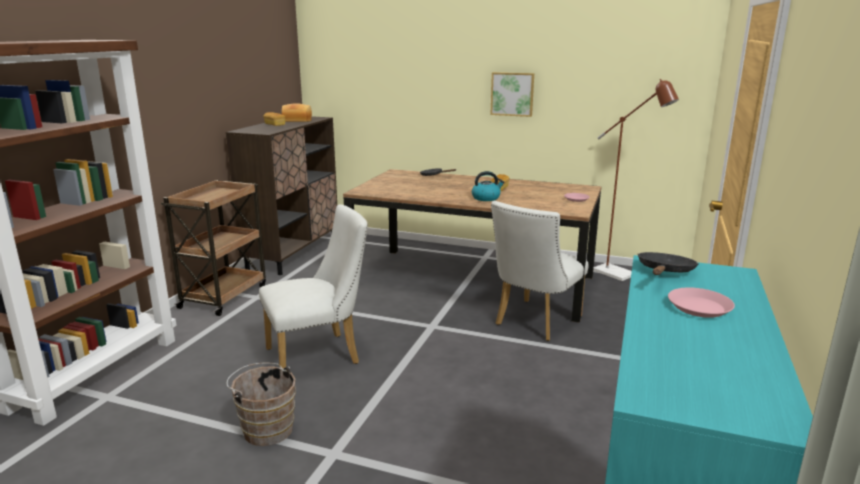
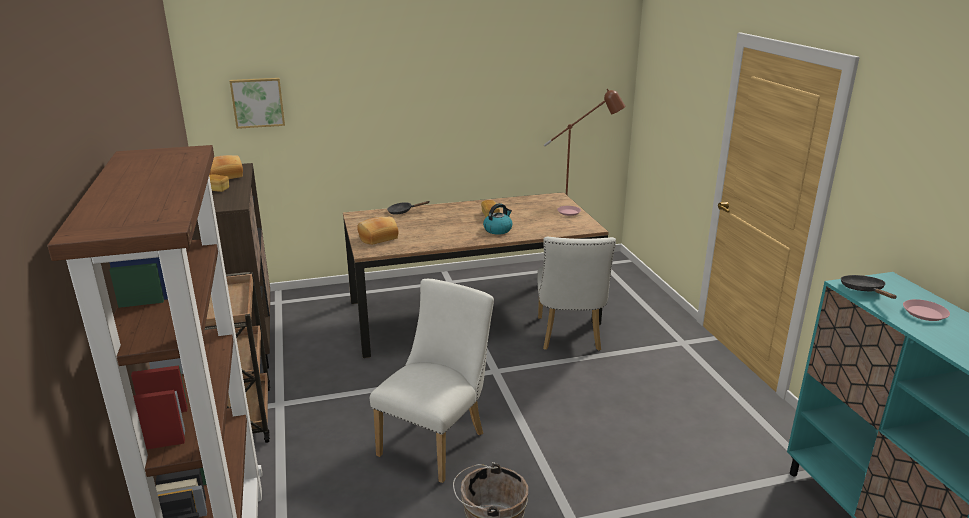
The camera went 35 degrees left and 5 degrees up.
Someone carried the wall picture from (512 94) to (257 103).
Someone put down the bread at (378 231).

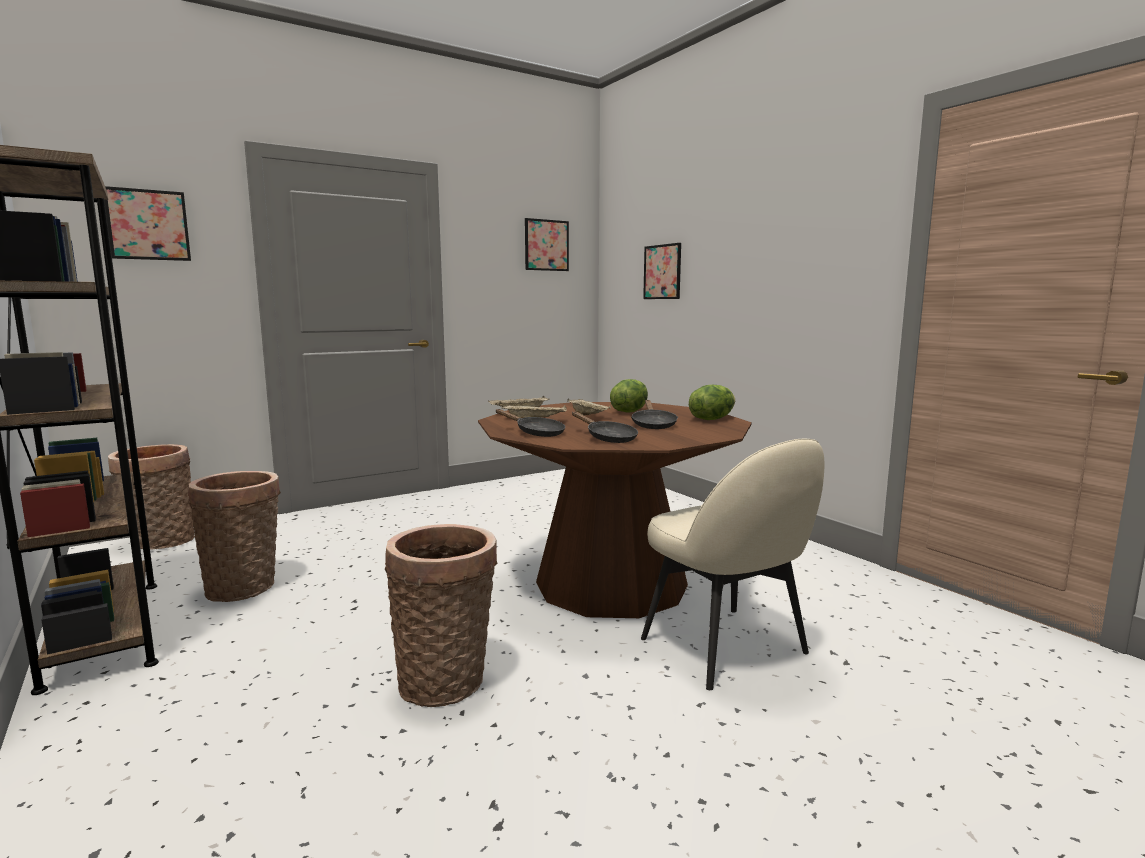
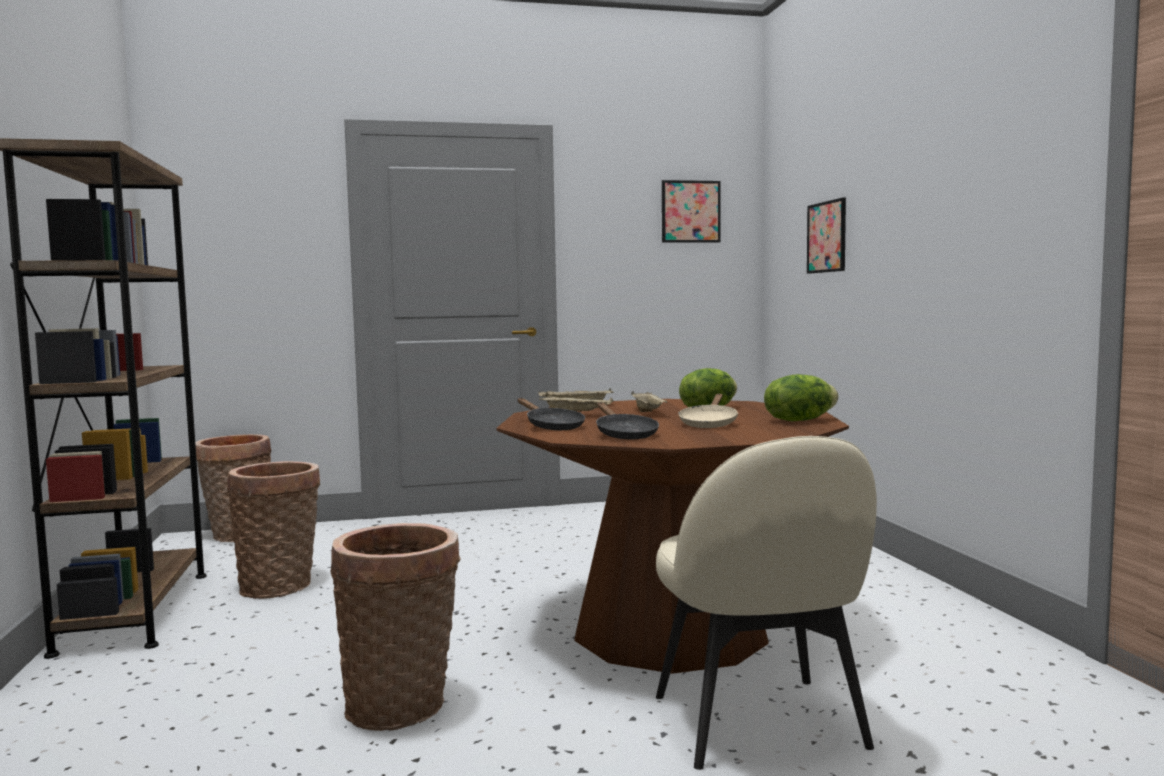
The camera went 20 degrees right and 5 degrees down.
Someone repainted the black-coloured pan at (654 414), which became the sand-coloured pan at (708 411).
Someone took away the wall picture at (147 223).

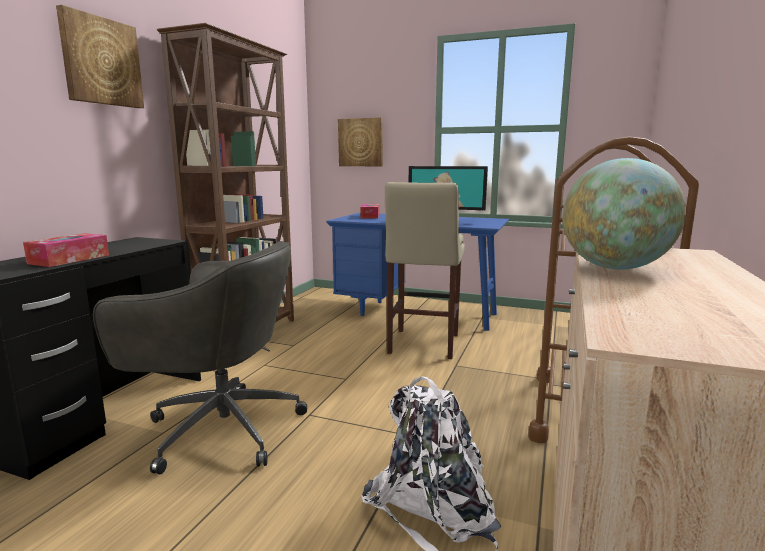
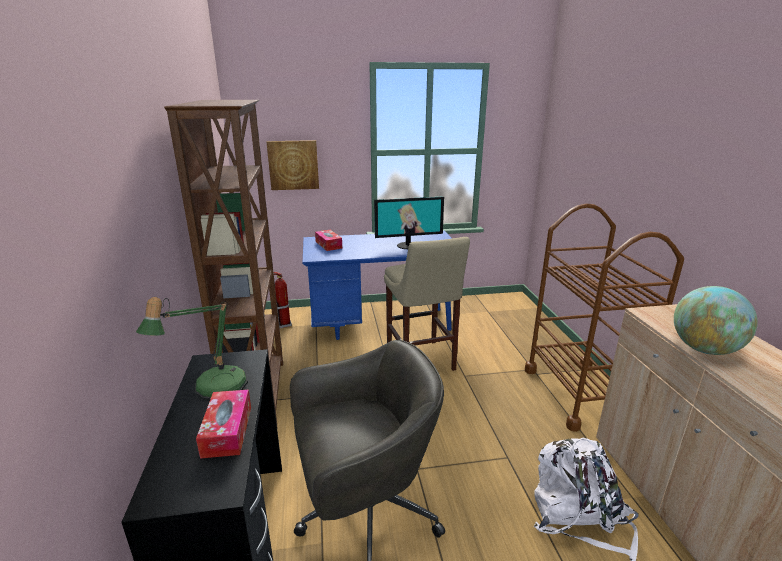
The camera went 30 degrees left and 10 degrees up.
Someone put down the table lamp at (192 348).
Someone put down the fire-fighting cylinder at (283 300).
Someone took away the wall picture at (100 56).

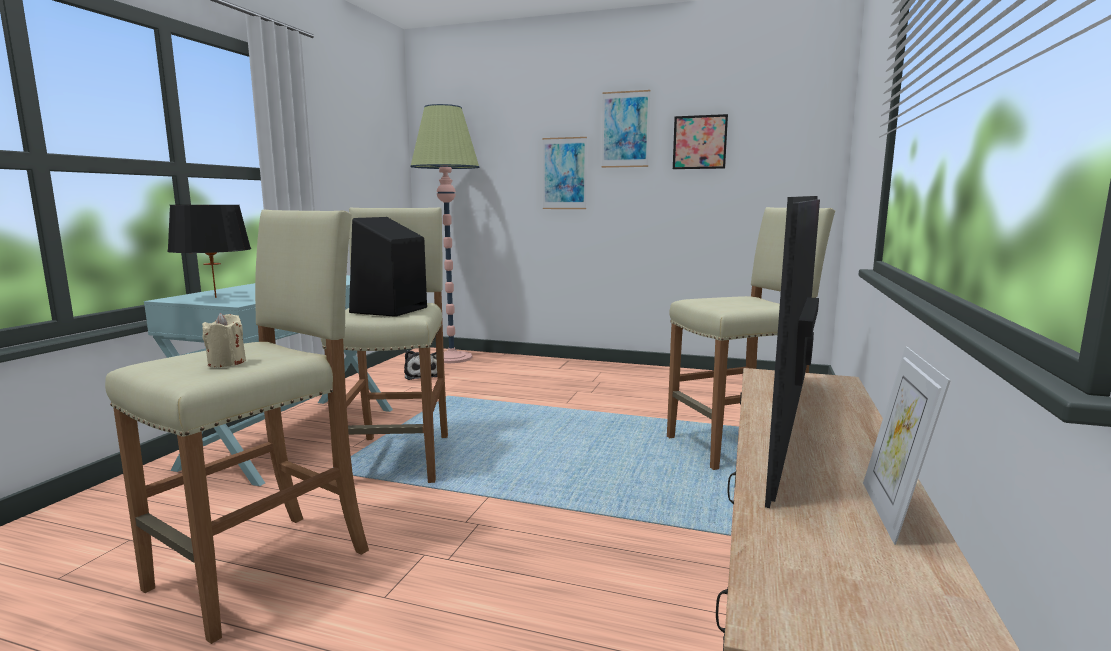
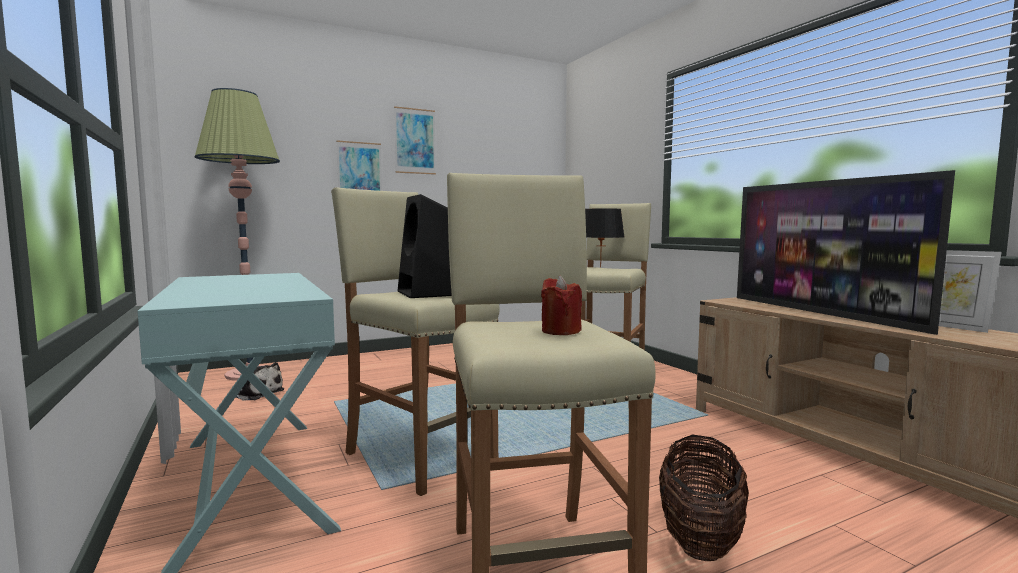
The camera went 45 degrees left and 5 degrees down.
Someone repainted the sand-coloured wax candle at (224 340), which became the reddish wax candle at (561 305).
Someone carried the black-coloured table lamp from (209 251) to (604 237).
Someone put down the household basket at (704 498).
Someone took away the wall picture at (700 141).

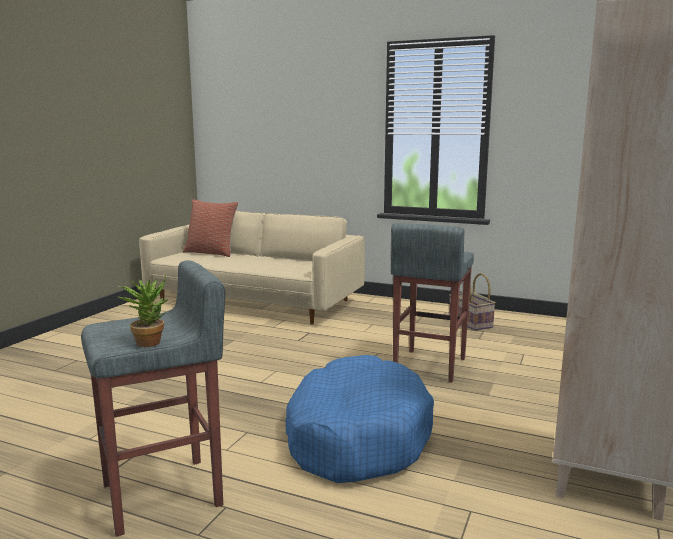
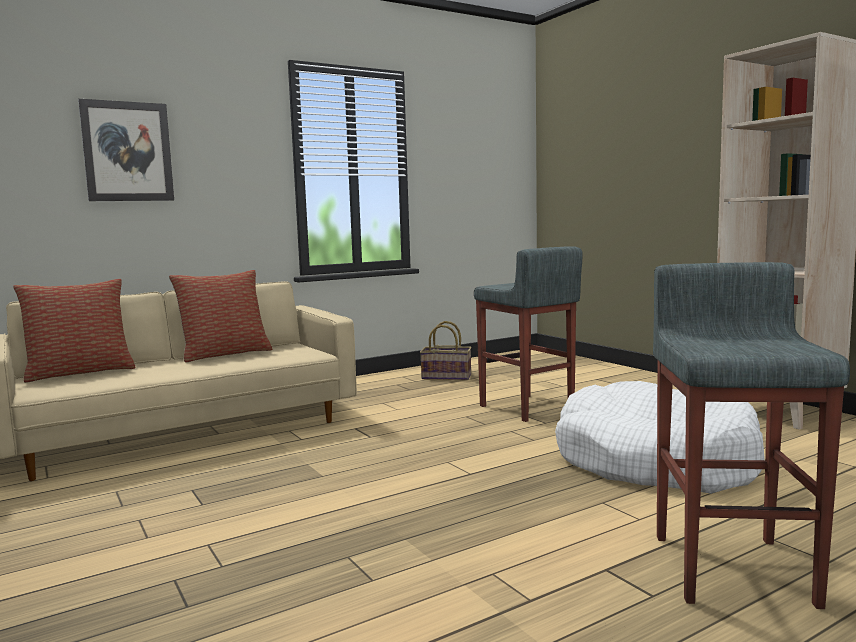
The camera went 55 degrees left and 5 degrees down.
Someone put up the wall picture at (126 150).
Someone put down the cushion at (220 316).
Someone repainted the bluish pet bed at (359 419), which became the white-coloured pet bed at (659 437).
Someone took away the potted plant at (143 311).

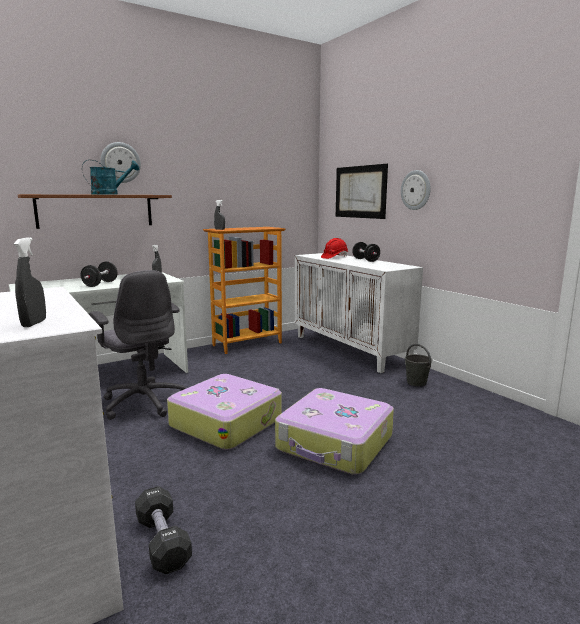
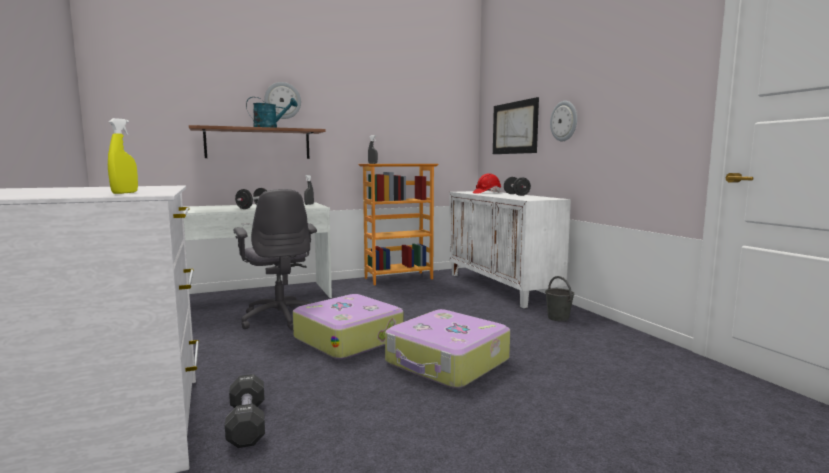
The camera went 10 degrees right and 5 degrees down.
Someone repainted the grey hand sprayer at (30 282), which became the yellowish hand sprayer at (123 156).

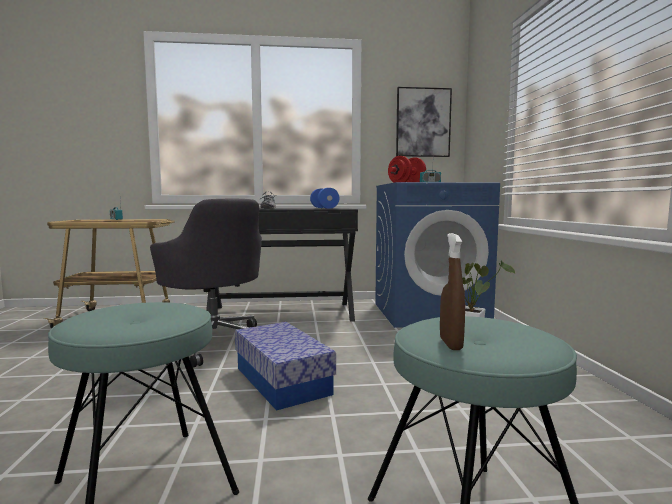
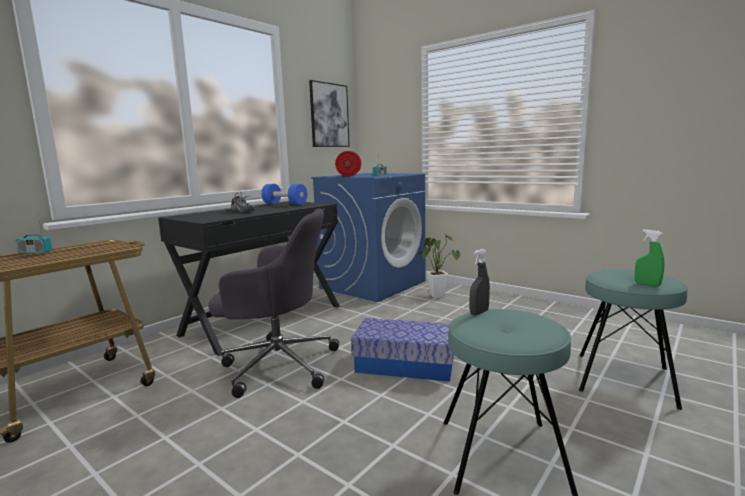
The camera went 45 degrees left and 5 degrees up.
Someone put down the grey hand sprayer at (479 282).
Someone repainted the brown-coloured hand sprayer at (452 291), which became the green hand sprayer at (650 258).

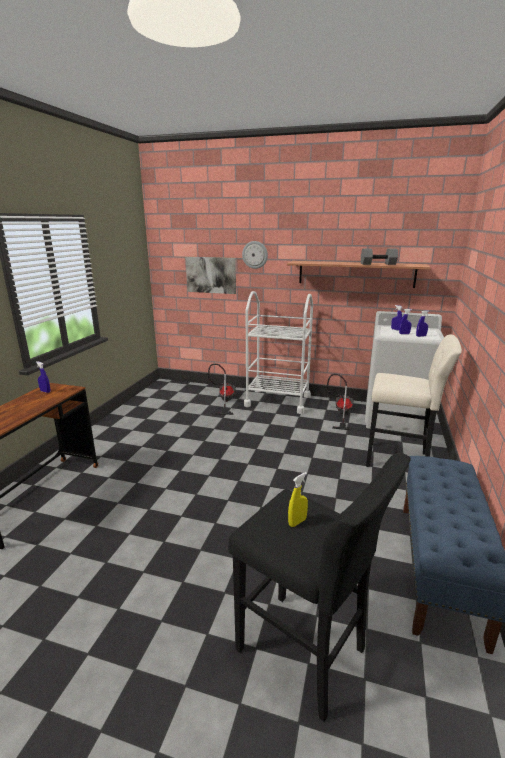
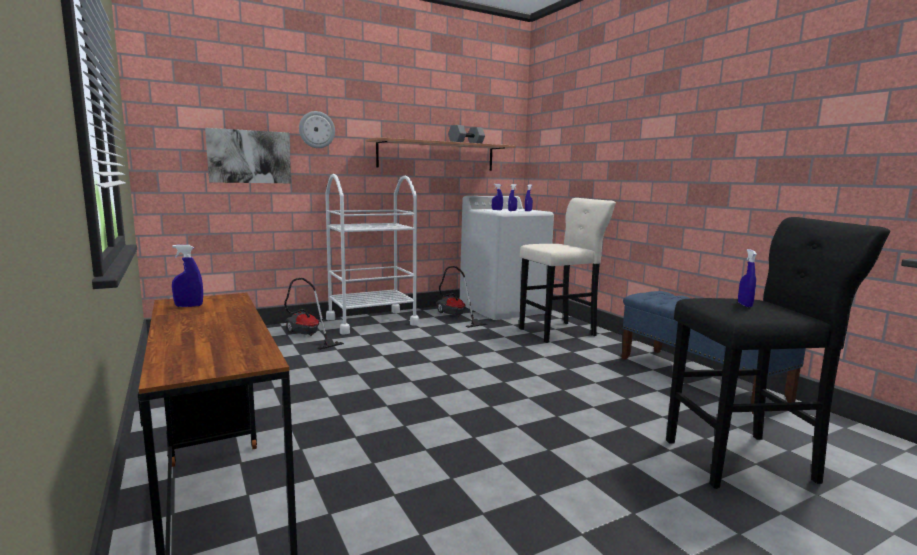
The camera went 45 degrees left and 10 degrees down.
Someone repainted the yellowish hand sprayer at (298 499), which became the bluish hand sprayer at (747 278).

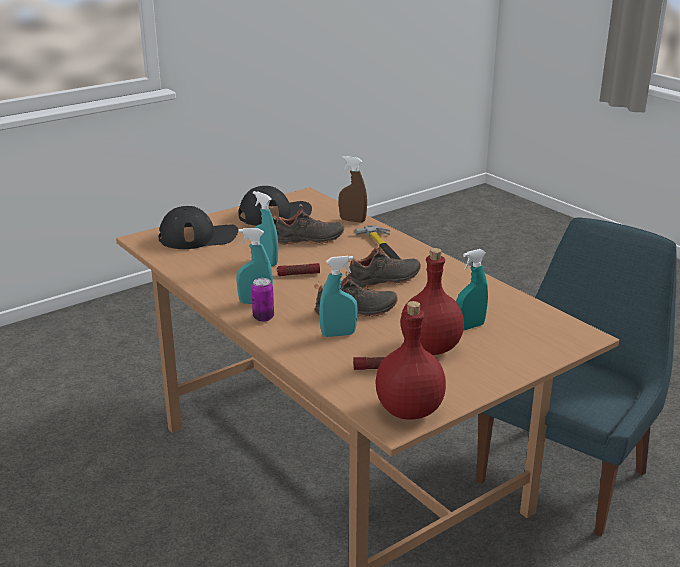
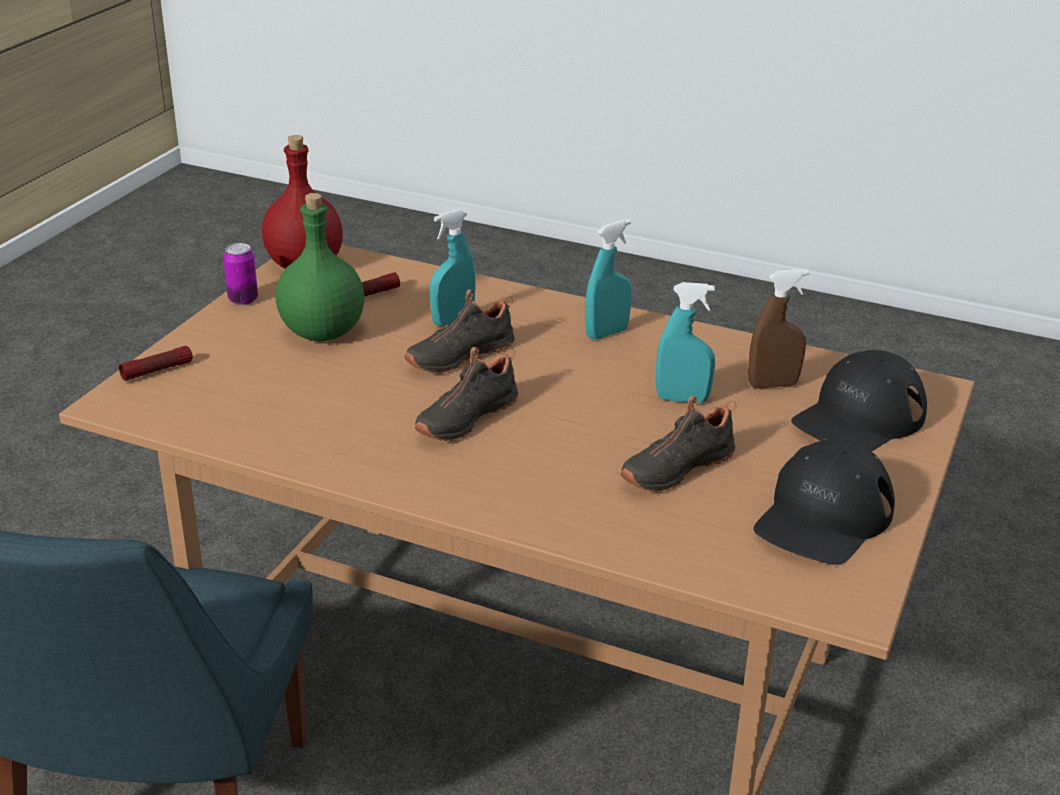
The camera went 150 degrees right and 5 degrees up.
Someone carried the hand torch from (298 269) to (156 363).
Someone carried the sealed can from (262 300) to (240 274).
Someone repainted the reddish beverage bottle at (432 301), which became the green beverage bottle at (320 267).
Someone carried the brown-coloured hand sprayer from (353 189) to (778 329).
Someone took away the tool hammer at (378 242).
Someone took away the blue-green hand sprayer at (472 290).

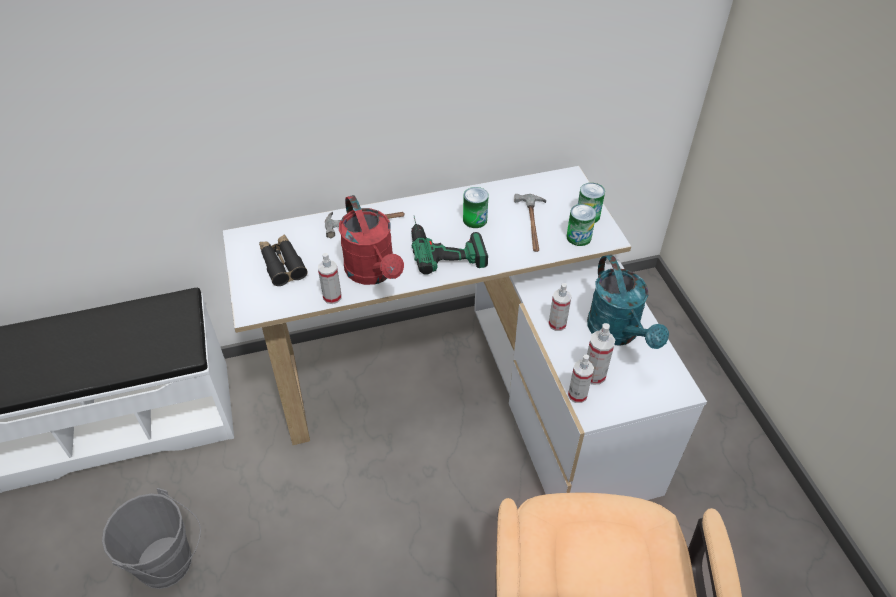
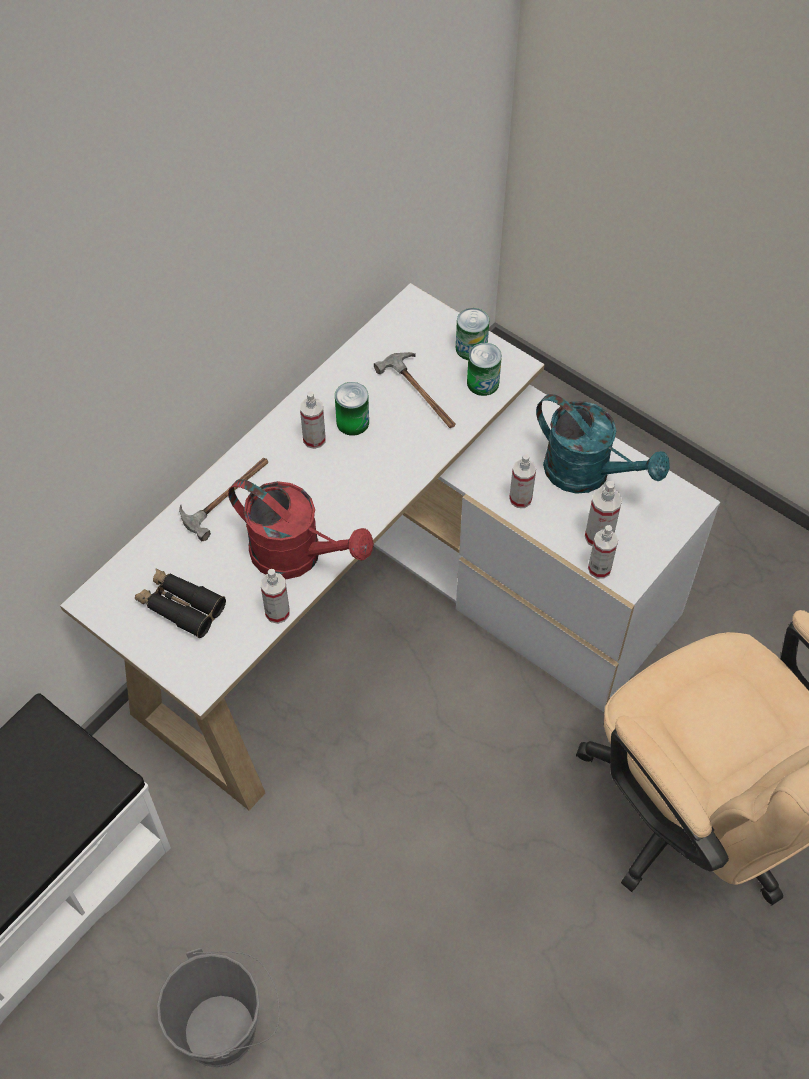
The camera went 35 degrees left and 10 degrees up.
Someone put down the hand sprayer at (312 420).
Someone took away the electric drill at (449 246).

